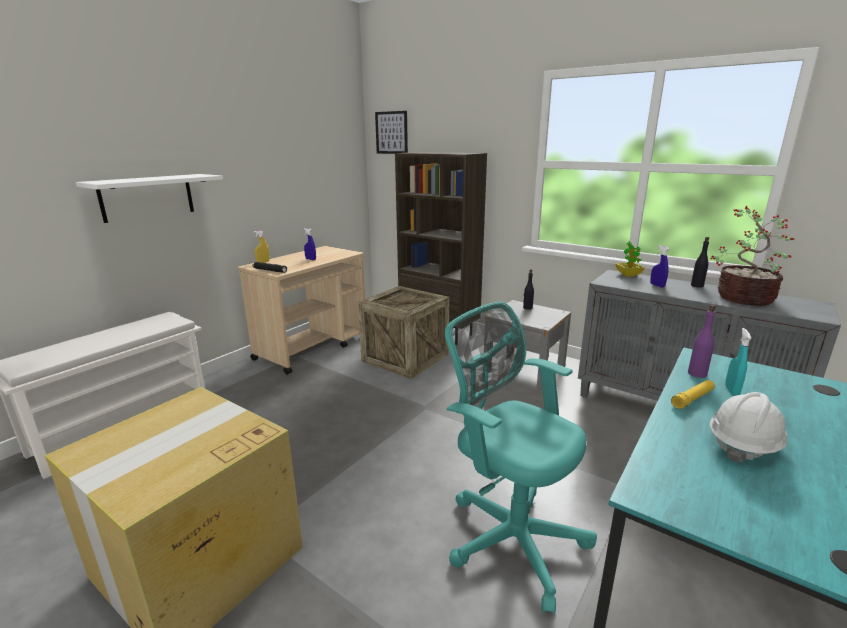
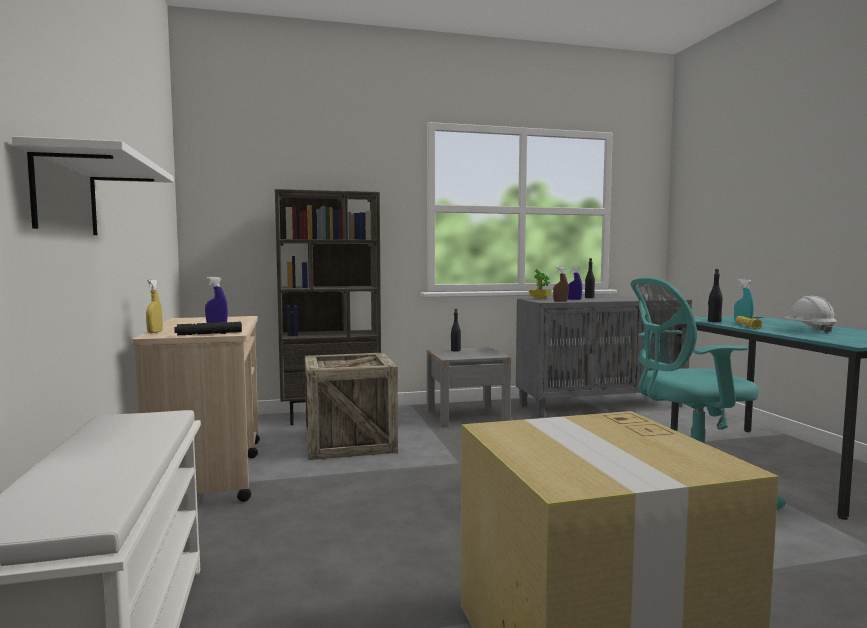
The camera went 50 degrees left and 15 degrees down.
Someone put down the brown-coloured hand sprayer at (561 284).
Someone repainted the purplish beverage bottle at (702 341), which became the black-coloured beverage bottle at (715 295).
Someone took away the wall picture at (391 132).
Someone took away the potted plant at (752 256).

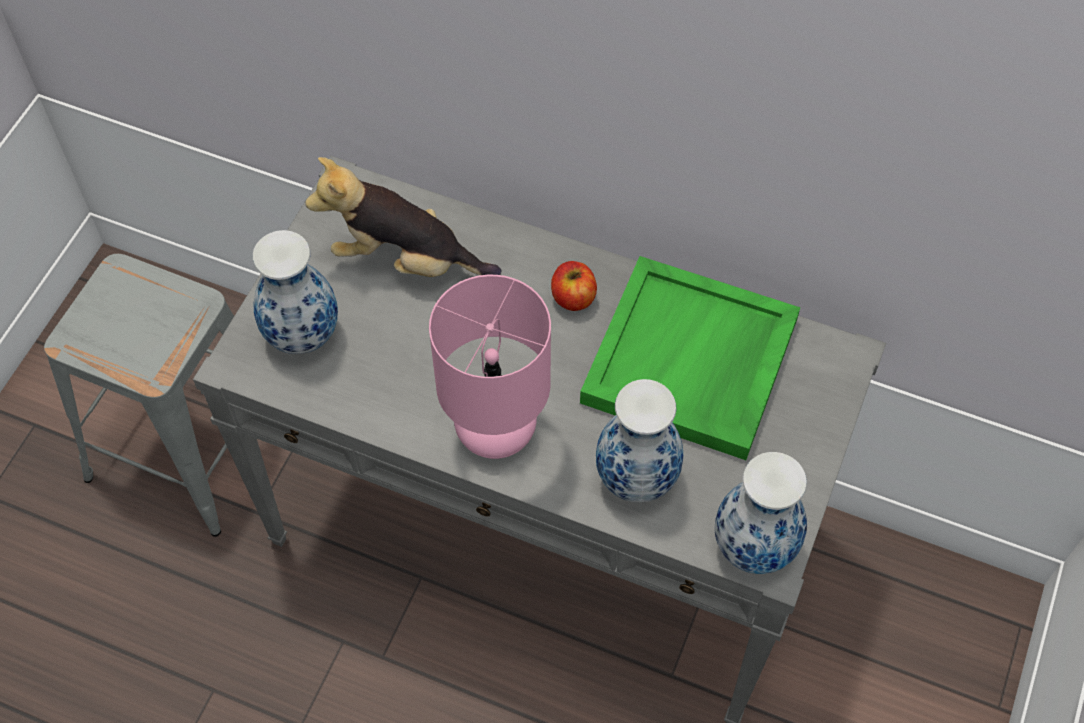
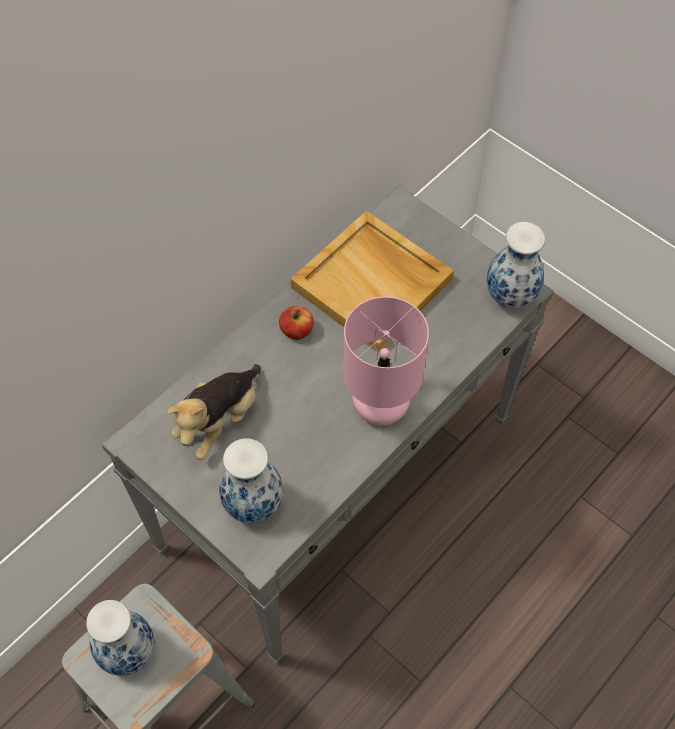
The camera went 70 degrees left and 0 degrees up.
Someone carried the vase from (639 441) to (120 638).
Someone repainted the green serving tray at (690 358), which became the sand-coloured serving tray at (372 282).

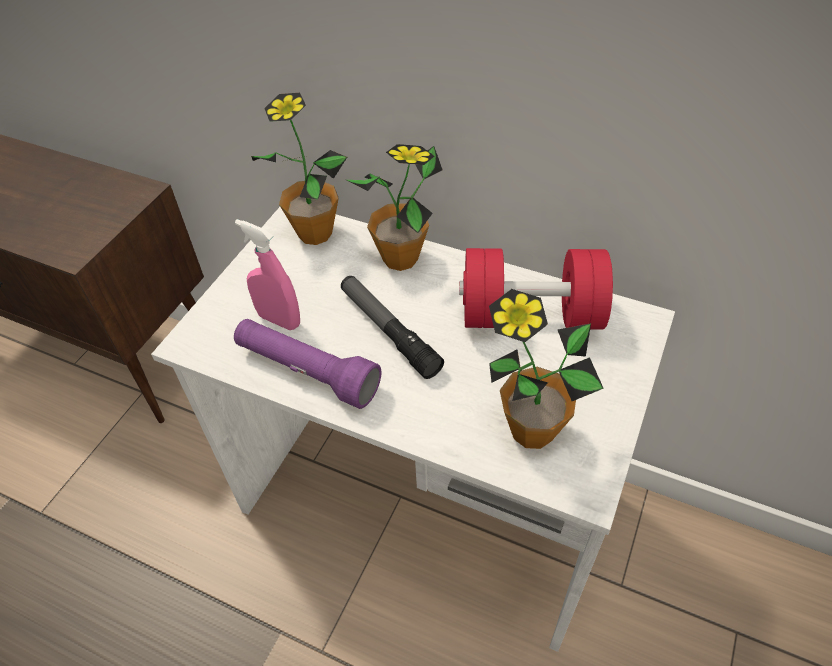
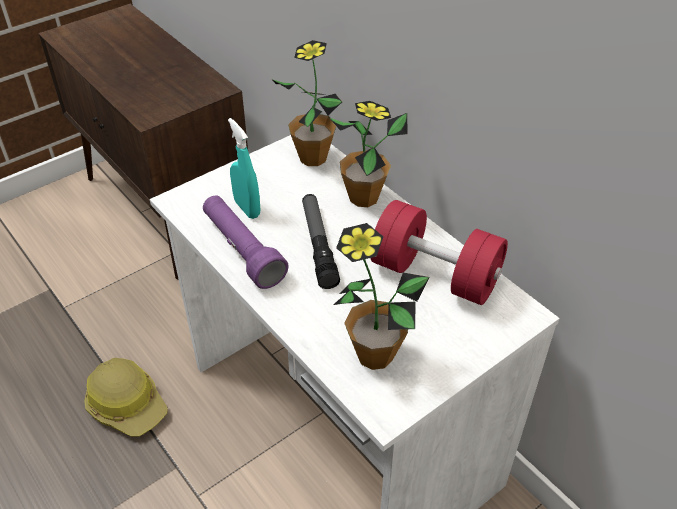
The camera went 25 degrees right and 5 degrees down.
Someone put down the work helmet at (126 397).
Someone repainted the pinkish hand sprayer at (267 274), which became the blue-green hand sprayer at (244 168).

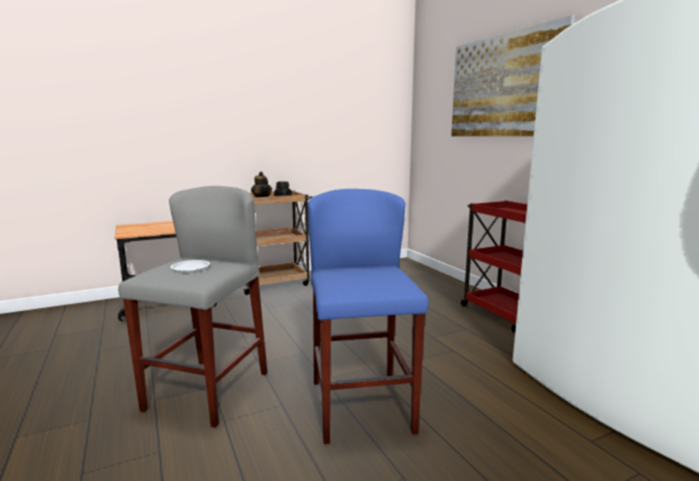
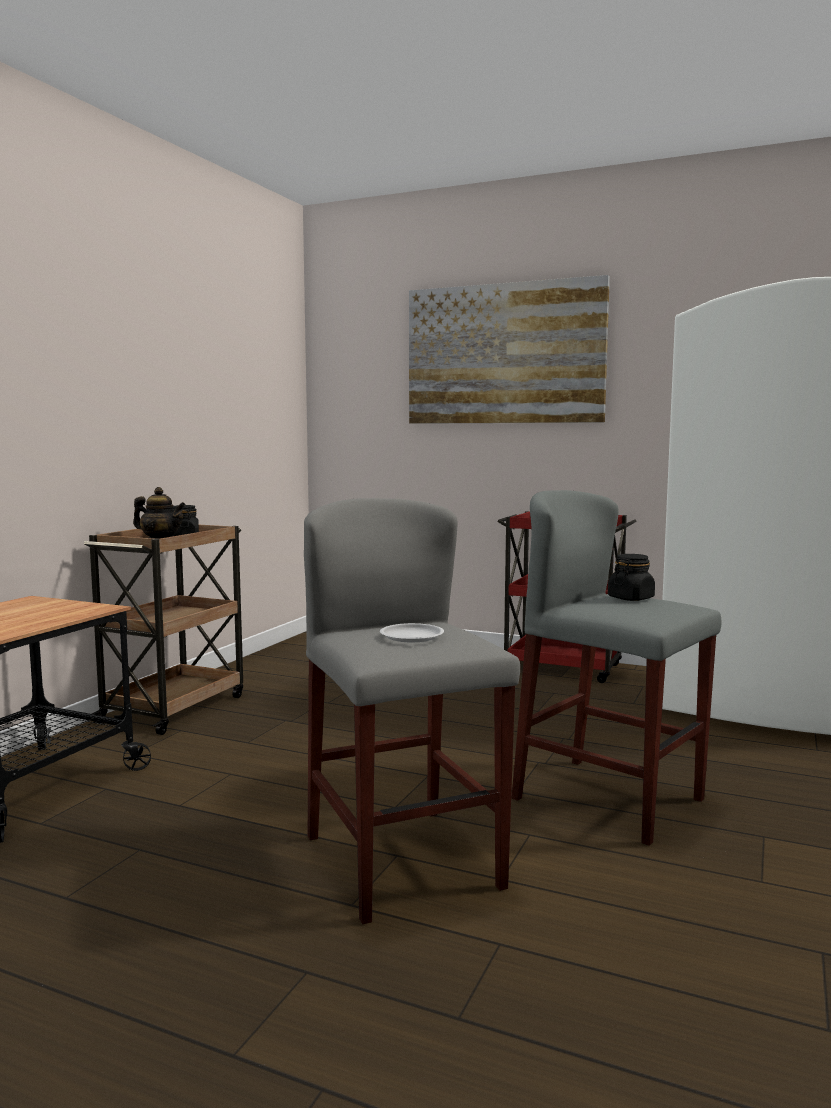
The camera went 40 degrees left and 5 degrees down.
Someone repainted the bluish sitting stool at (368 316), which became the grey sitting stool at (616 668).
Someone put down the black-coloured preserve jar at (631 577).

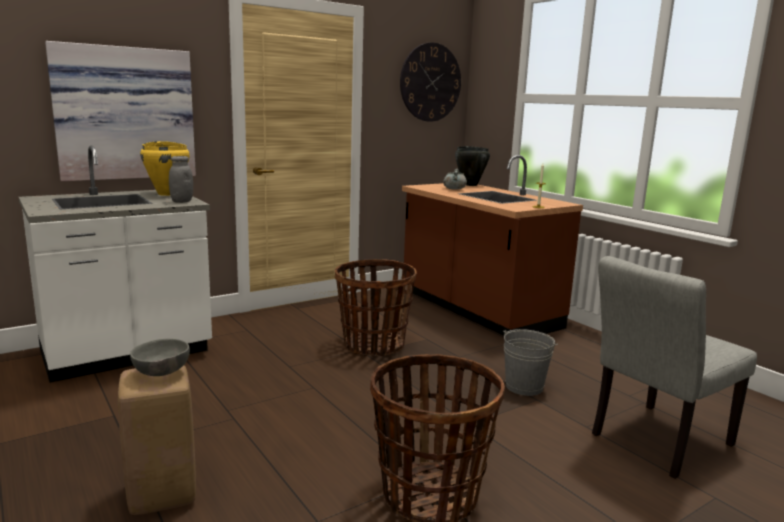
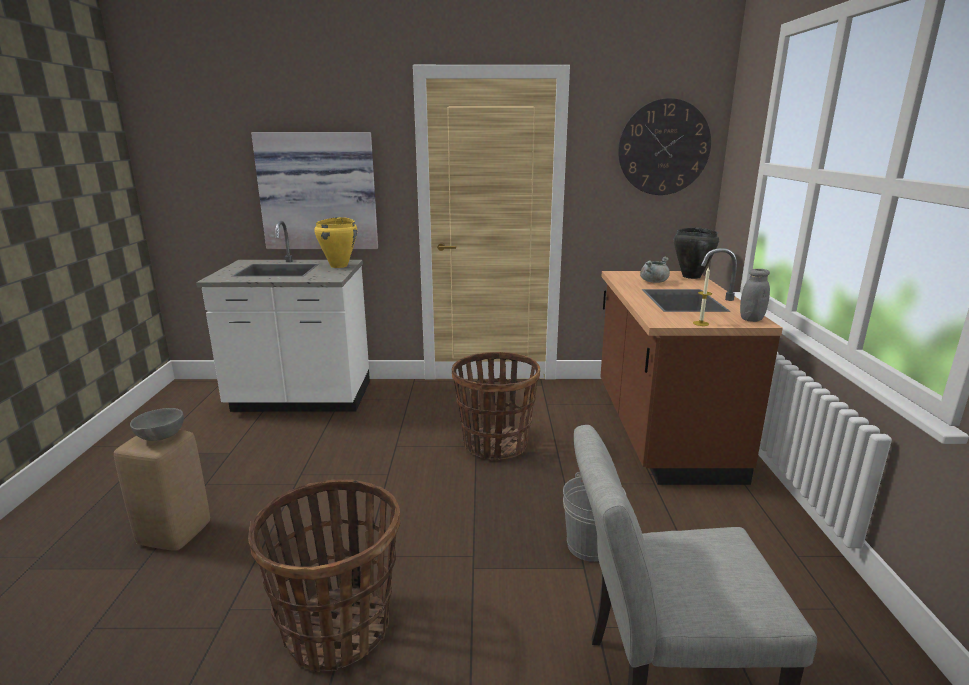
The camera went 35 degrees right and 5 degrees up.
Someone carried the grey preserve jar from (181 179) to (755 295).

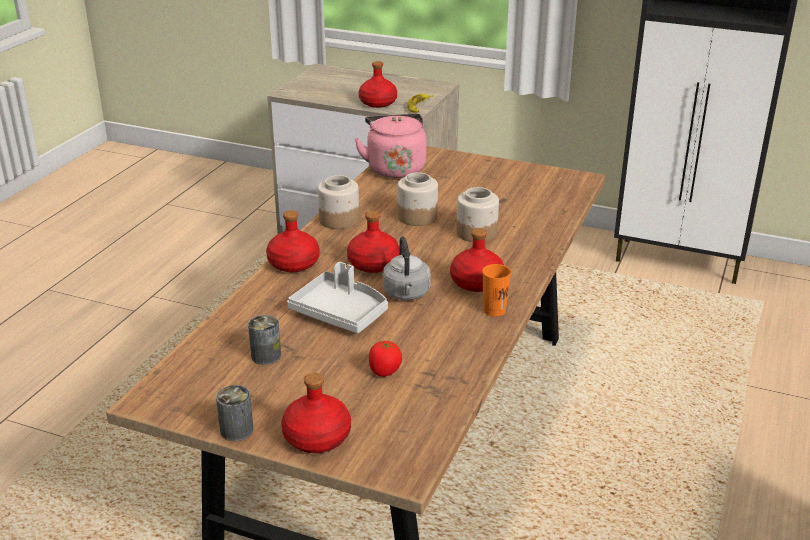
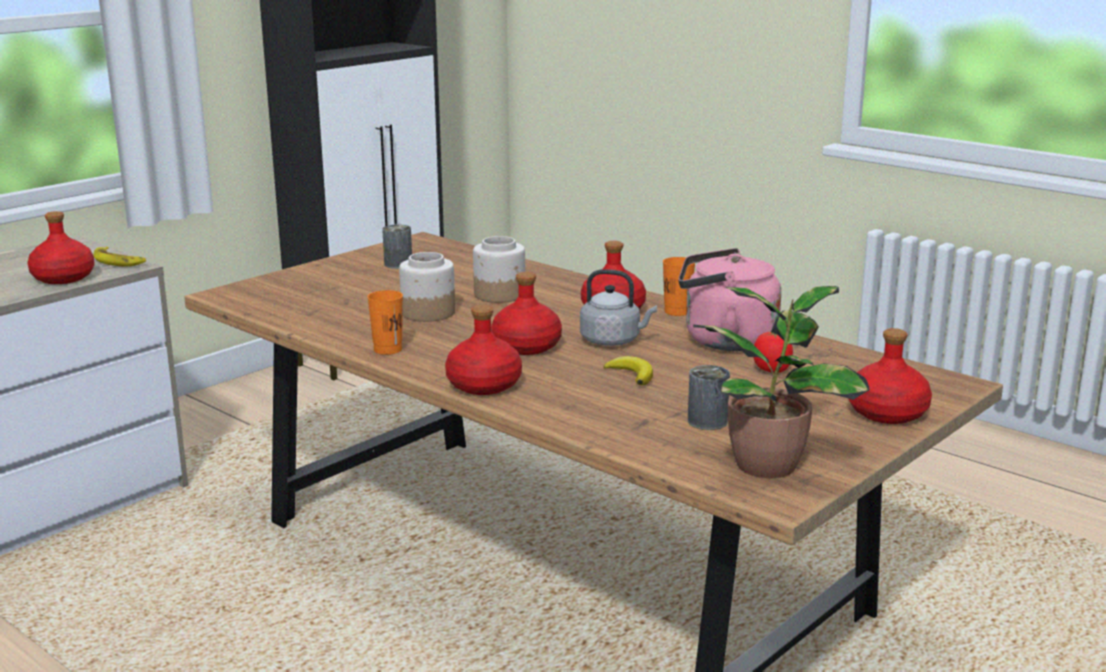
The camera went 70 degrees left and 10 degrees down.
Someone swapped the preserve jar at (338 202) for the orange-coloured small cup at (385 322).
Someone carried the sealed can from (234 413) to (397 247).
Someone swapped the grey serving tray at (337 297) for the banana at (628 370).
Someone carried the pinkish tea kettle from (390 146) to (729 299).
Someone put down the potted plant at (781 382).

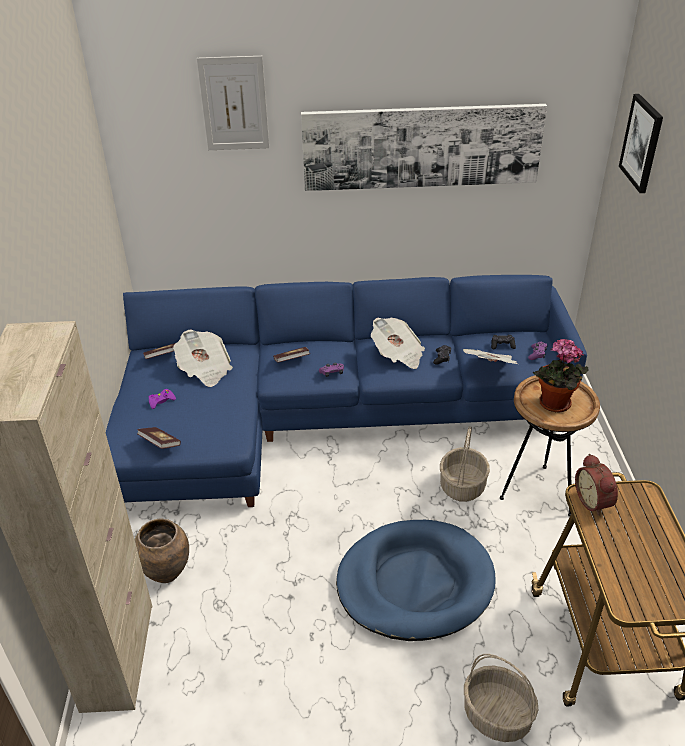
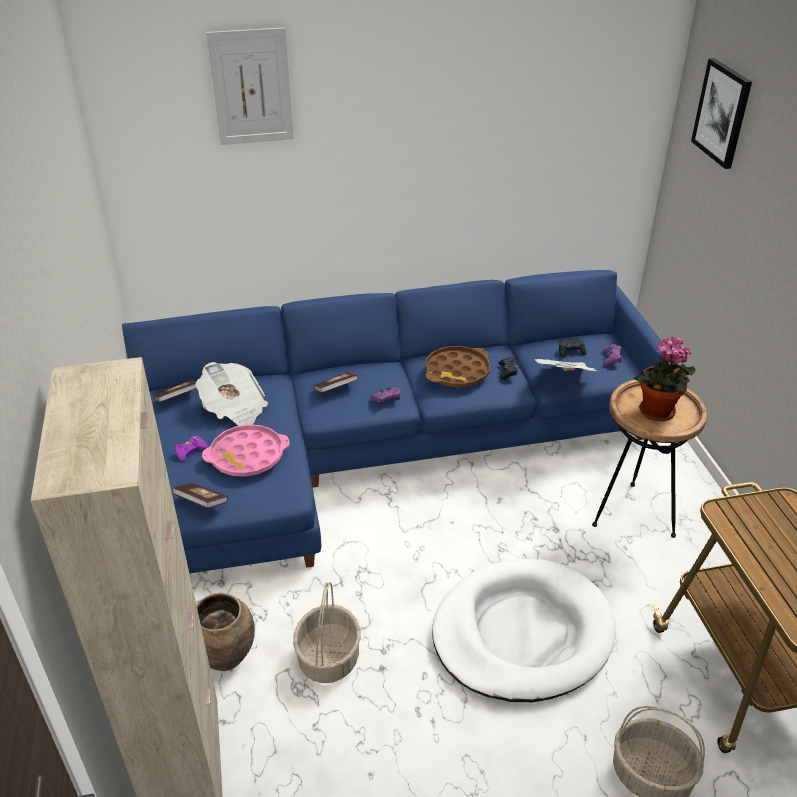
The camera went 10 degrees left and 0 degrees up.
Someone put down the pinkish serving tray at (246 450).
Someone carried the household basket from (465 464) to (327 632).
Someone swapped the printed paper at (398 343) for the brown-coloured serving tray at (457 367).
Someone repainted the bluish pet bed at (416 580), which became the white-coloured pet bed at (524 630).
Someone took away the wall picture at (424 147).
Someone took away the alarm clock at (596 485).

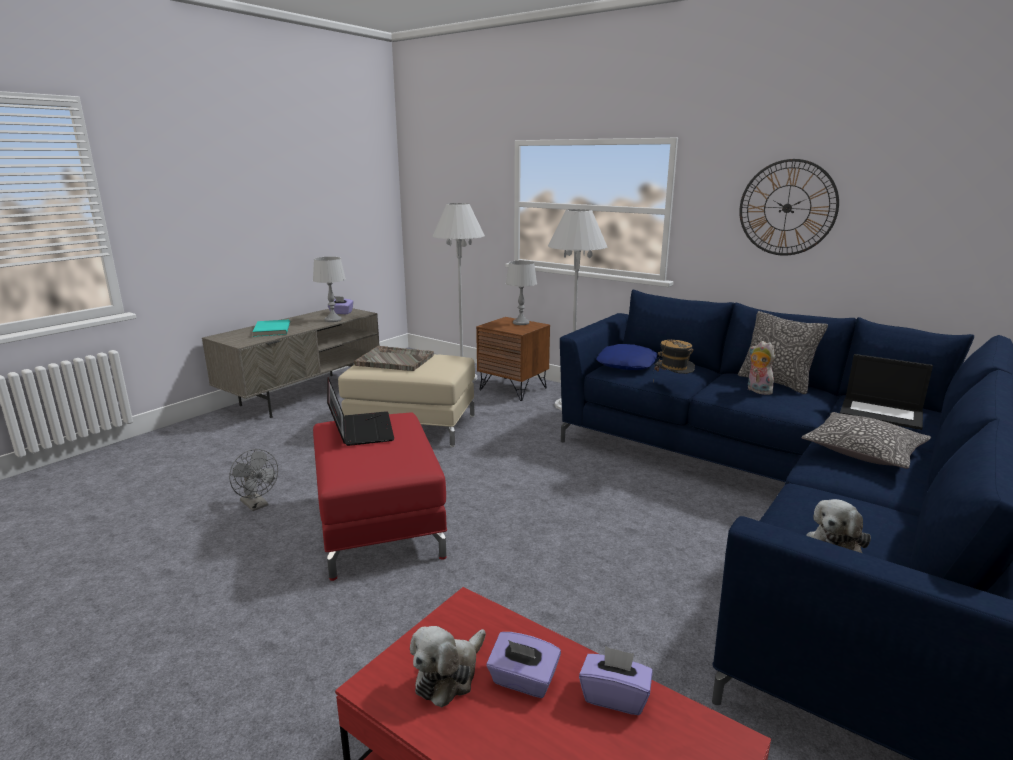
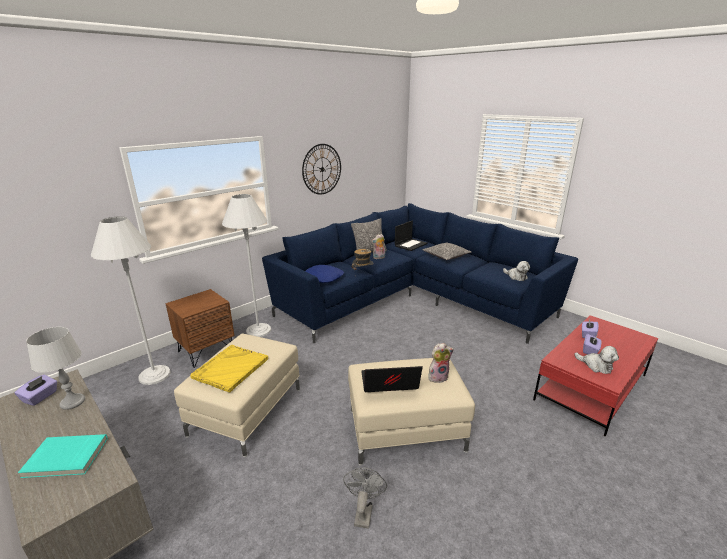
The camera went 80 degrees left and 5 degrees up.
Someone repainted the grey serving tray at (394 358), which became the yellowish serving tray at (229 369).
Someone rotated the grey electric fan at (253 480) by 45 degrees counterclockwise.
Someone repainted the reddish pouffe at (380 497), which became the sand-coloured pouffe at (411 412).
Someone put down the cuddly toy at (441 363).
Someone took away the grey table lamp at (521 293).

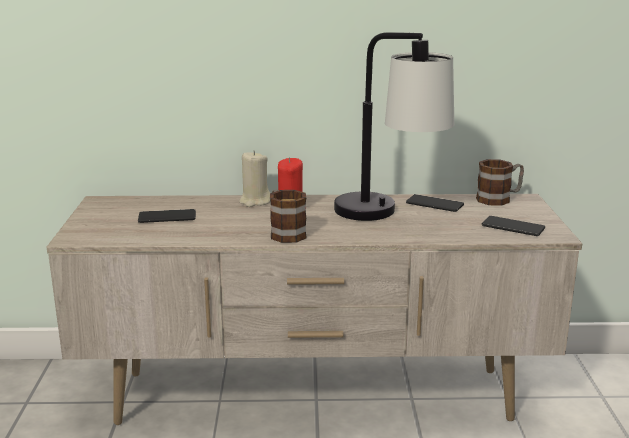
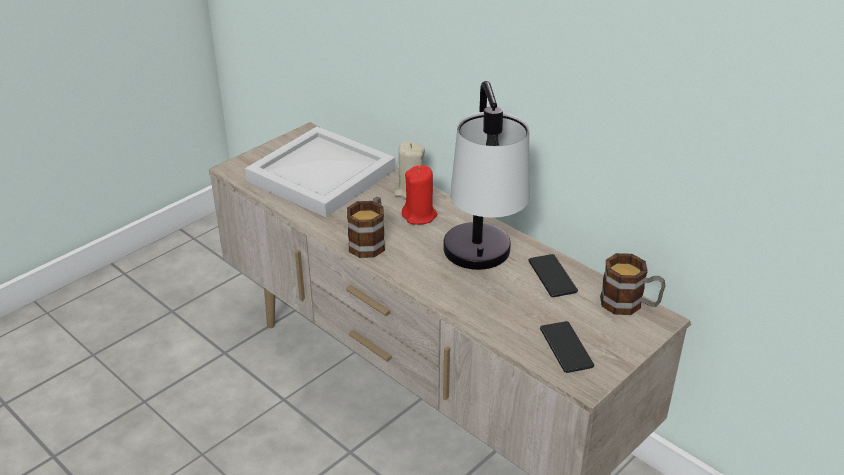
The camera went 45 degrees right and 15 degrees up.
Someone swapped the phone at (167 216) for the white-coloured serving tray at (320 171).

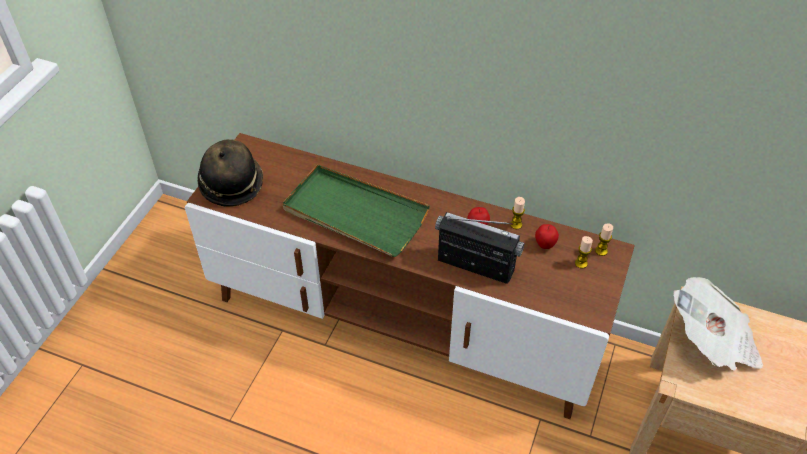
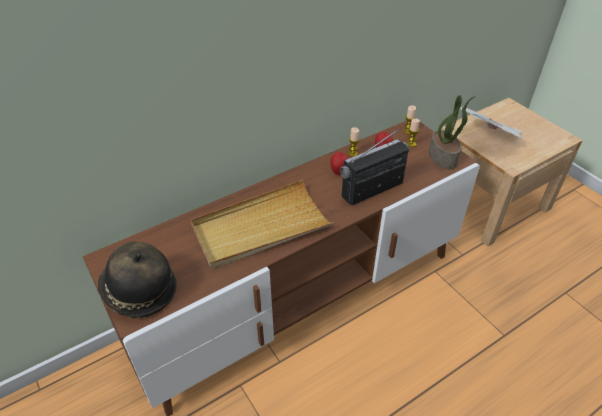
The camera went 55 degrees left and 5 degrees down.
Someone repainted the green serving tray at (356 210), which became the sand-coloured serving tray at (262 224).
Someone put down the potted plant at (452 132).

